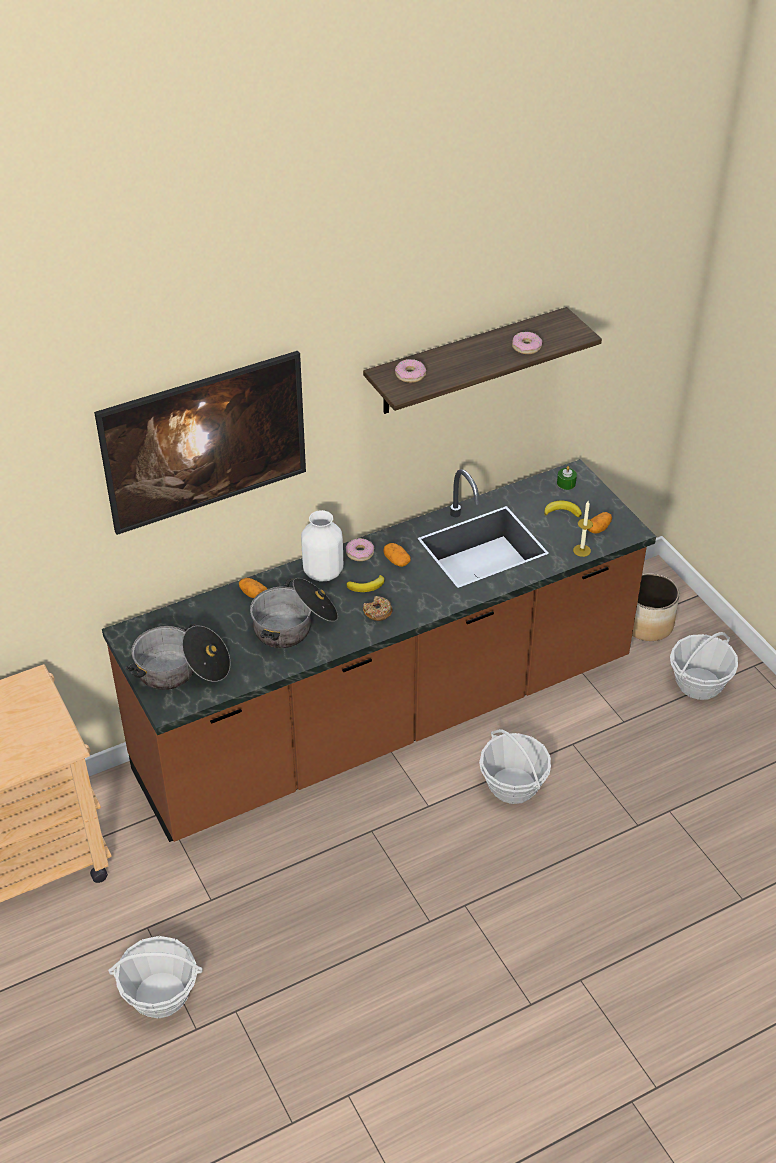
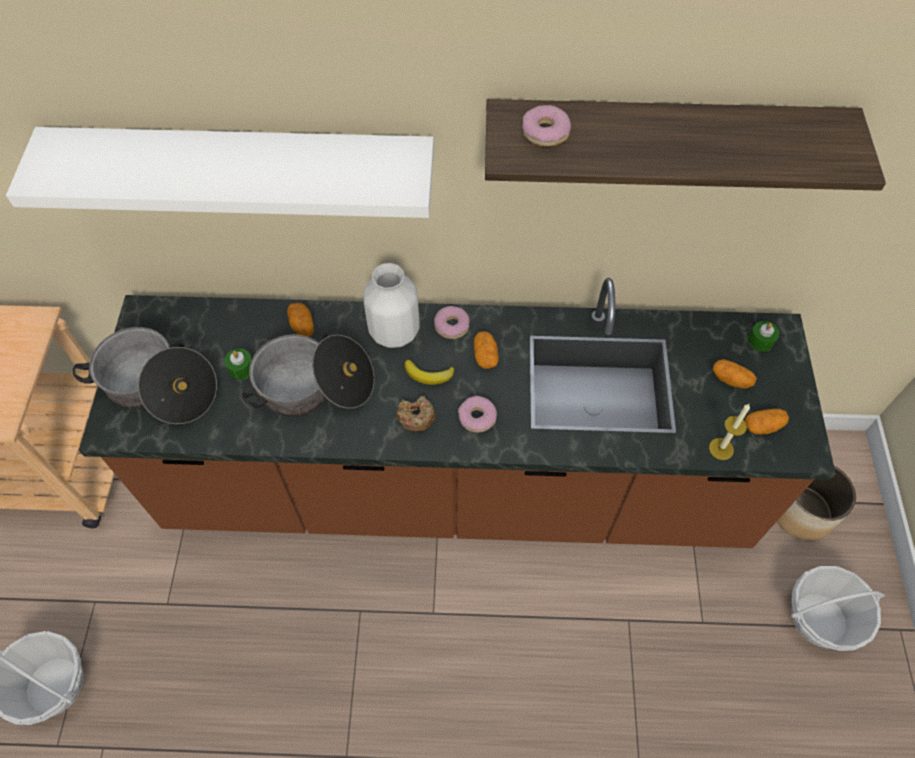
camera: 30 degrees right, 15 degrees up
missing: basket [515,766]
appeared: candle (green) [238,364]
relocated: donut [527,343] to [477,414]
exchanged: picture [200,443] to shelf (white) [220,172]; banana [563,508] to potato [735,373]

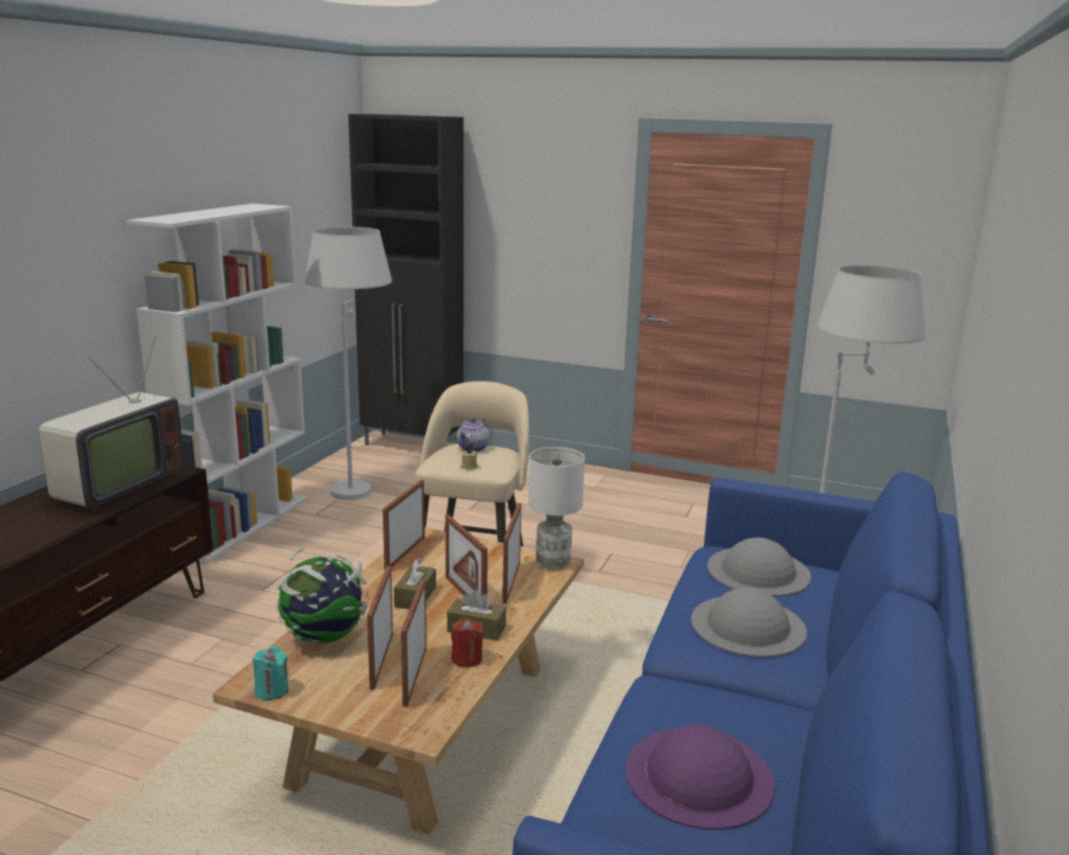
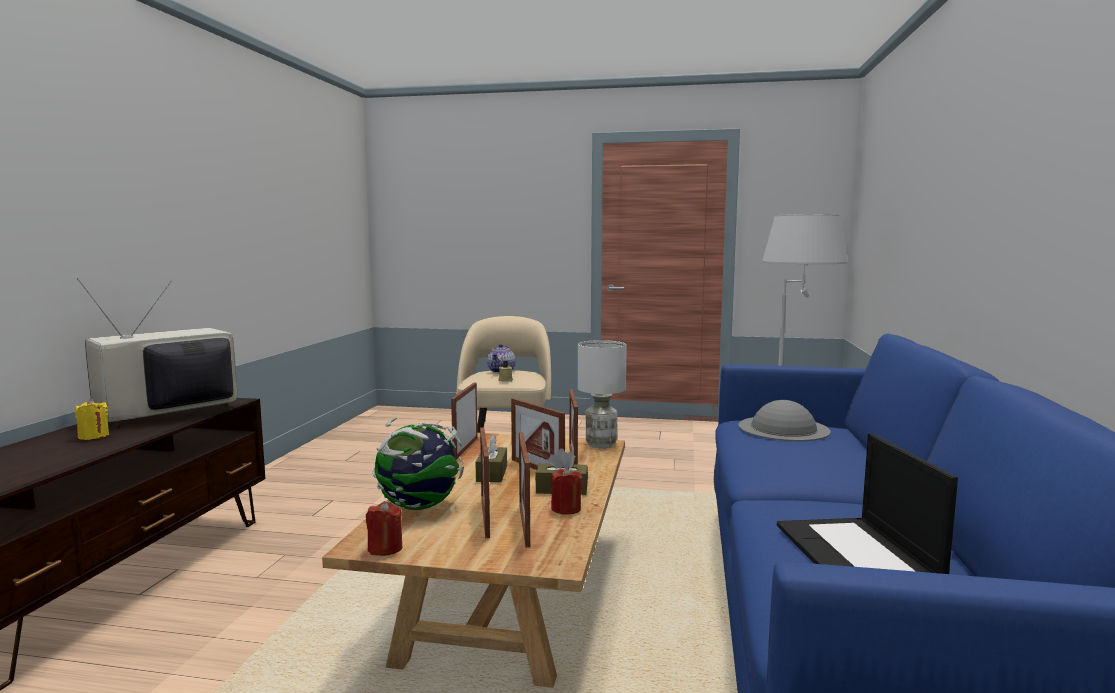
camera: 10 degrees left, 10 degrees down
missing: bookcase (white) [217,384]; floor lamp (white) [348,363]; cabinet (black) [406,280]; hat (grey) [749,622]
appeared: candle (yellow) [92,419]
exchanged: hat (purple) [700,777] to laptop [867,503]
colour: candle (turquoise) [270,673] to candle (red) [384,528]
spun: television [111,424] = [157,353] 150 degrees counterclockwise

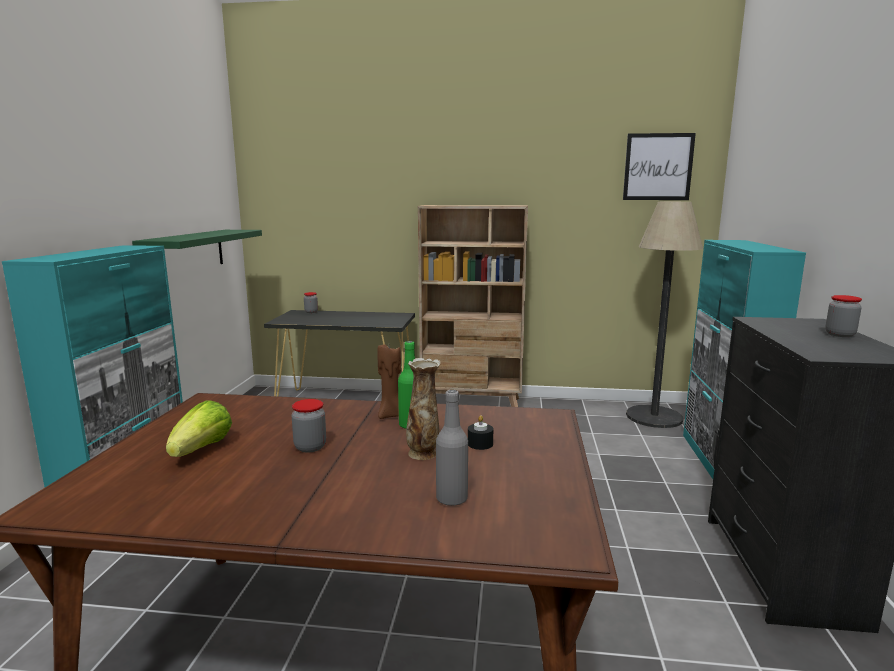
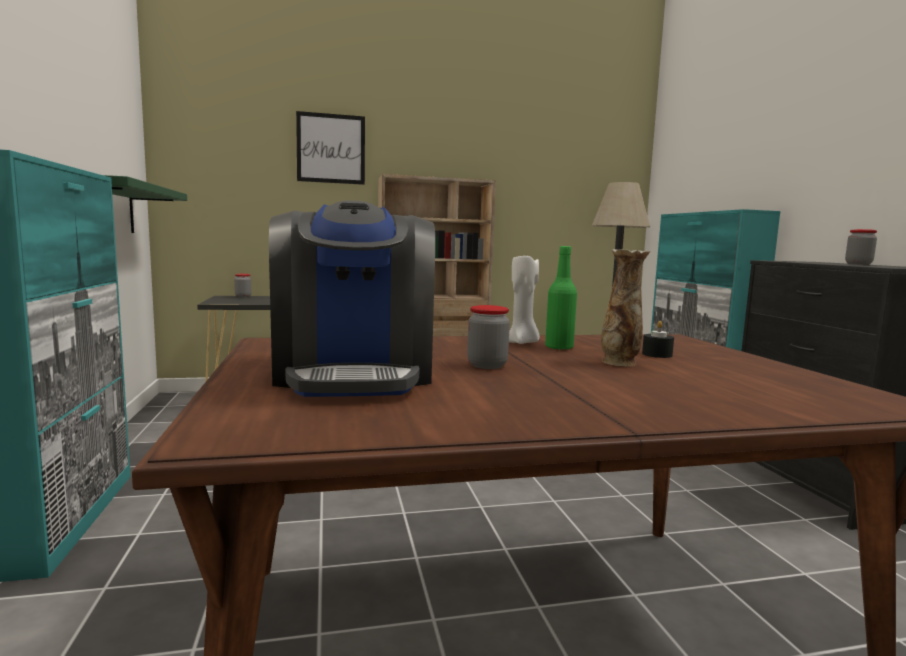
camera: 20 degrees left, 5 degrees down
missing: bottle (grey) [452,448]
relocated: picture [659,166] to [330,148]
exchanged: lettuce [199,428] to coffee machine [352,299]
colour: candle (brown) [389,381] to candle (white) [524,300]

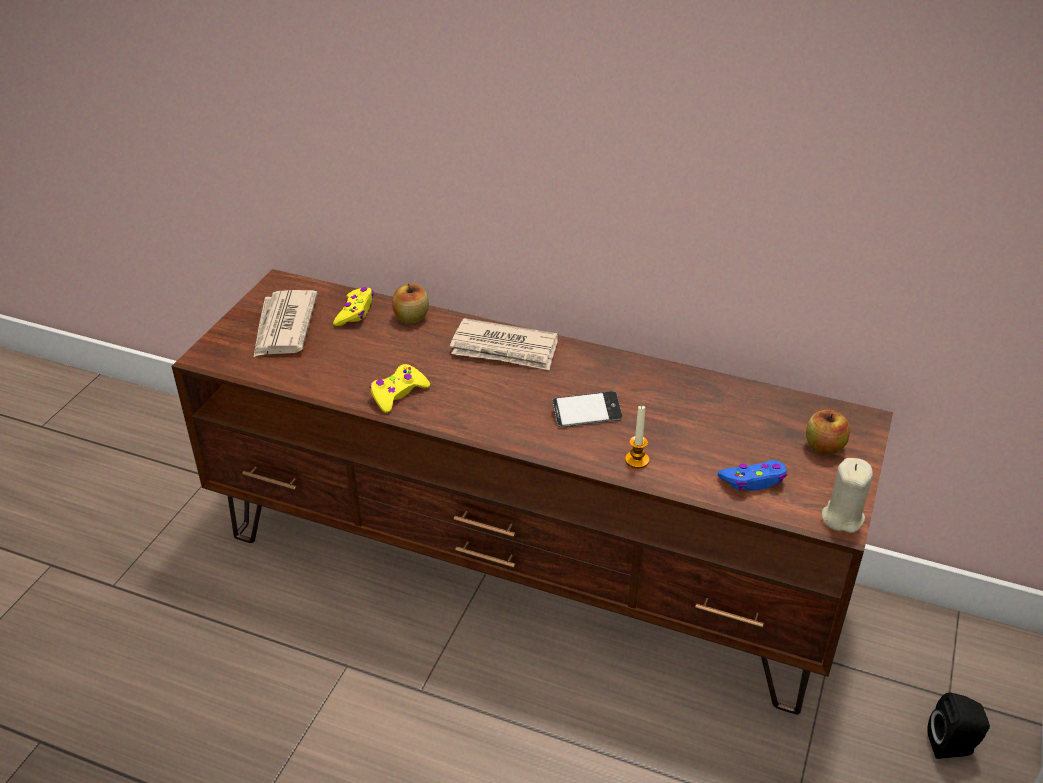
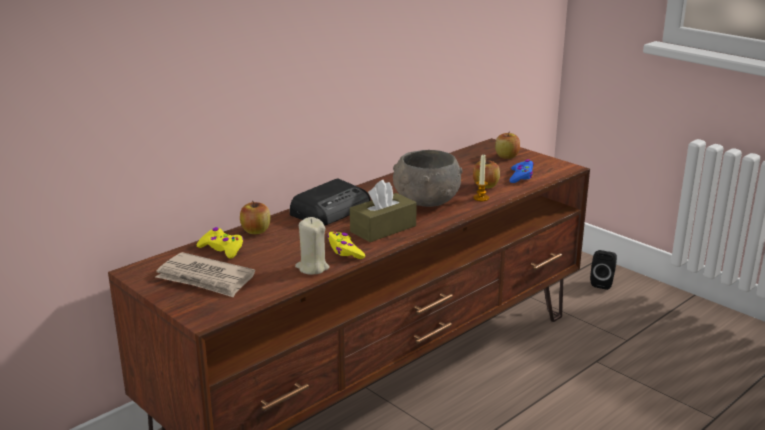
camera: 65 degrees left, 15 degrees down
appeared: tissue box (brown) [383,211]; apple [486,174]
relocated: candle (beige) [847,495] to [312,246]
exchanged: newspaper [504,344] to radio [330,202]; phone [587,409] to bowl (grey) [428,178]

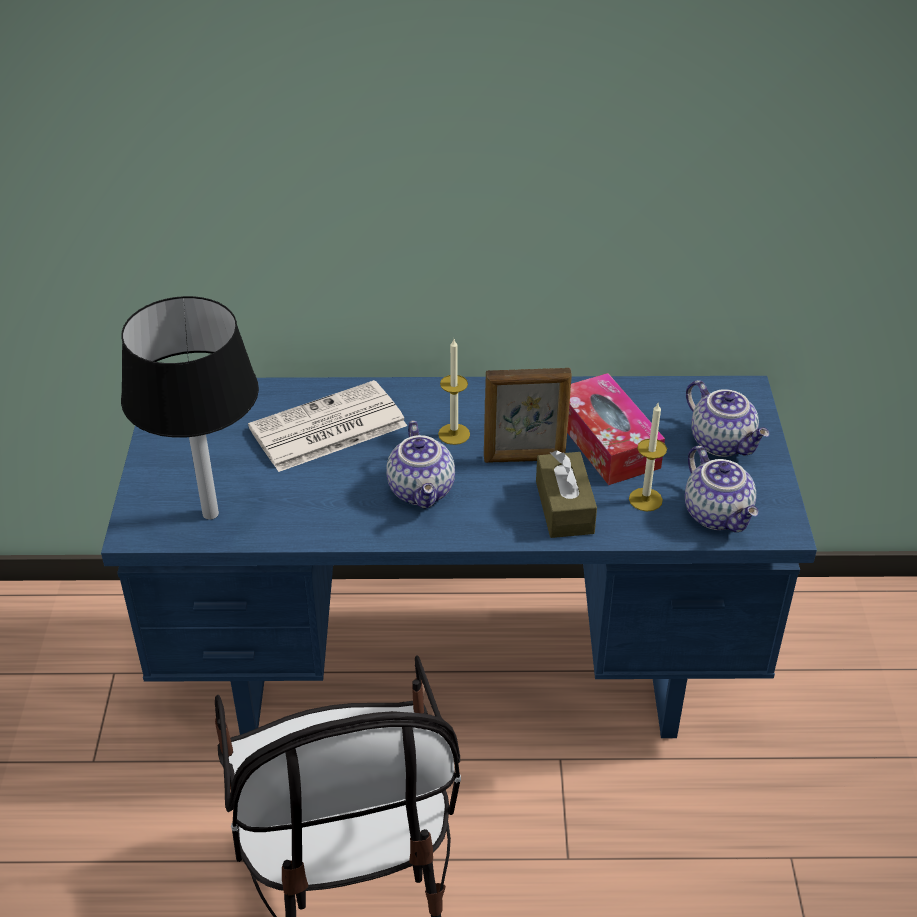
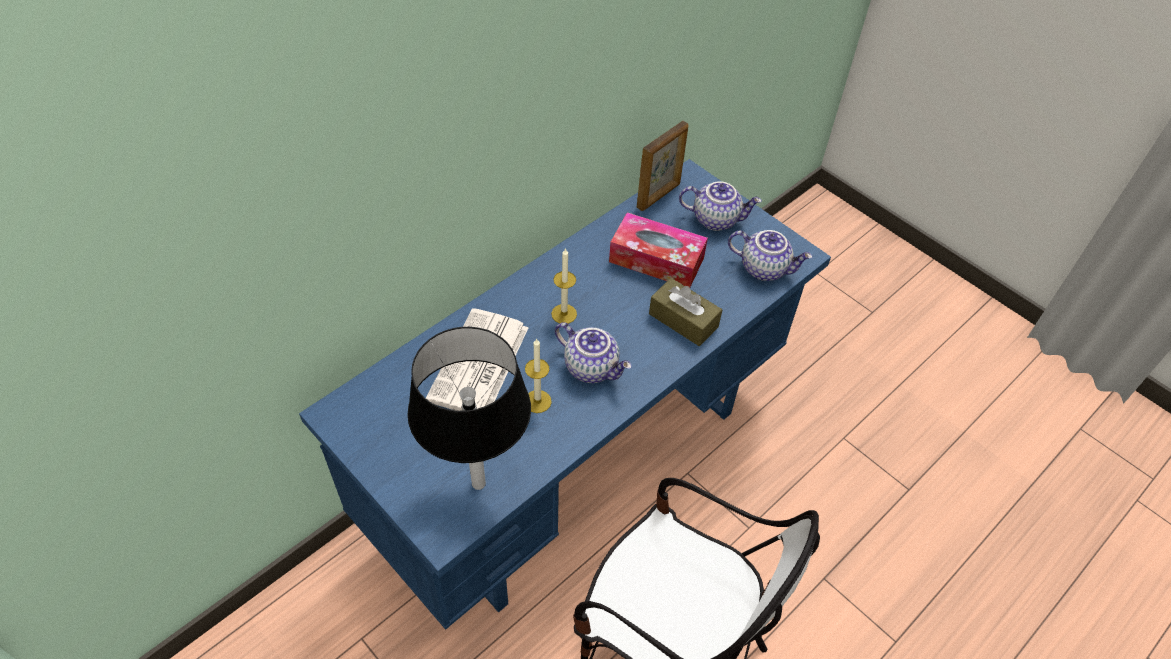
camera: 45 degrees left, 10 degrees up
relocated: picture frame [528,415] to [662,166]; candle [648,457] to [538,375]

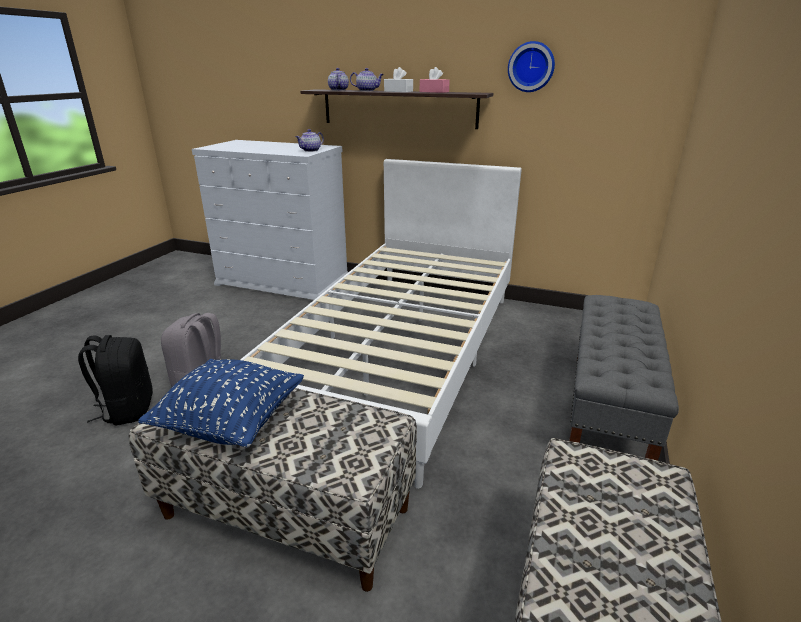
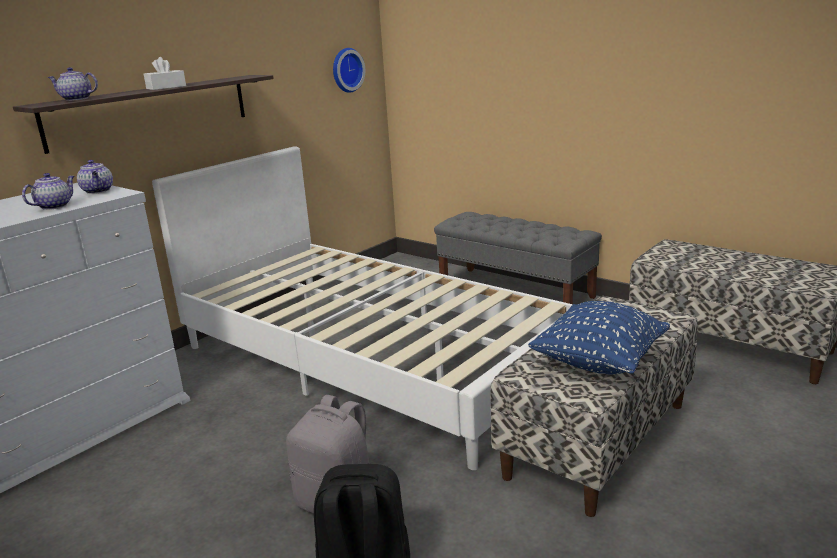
camera: 70 degrees left, 5 degrees down
missing: tissue box (pink) [435,80]
relocated: teapot [367,79] to [48,191]; wall clock [531,66] to [349,70]

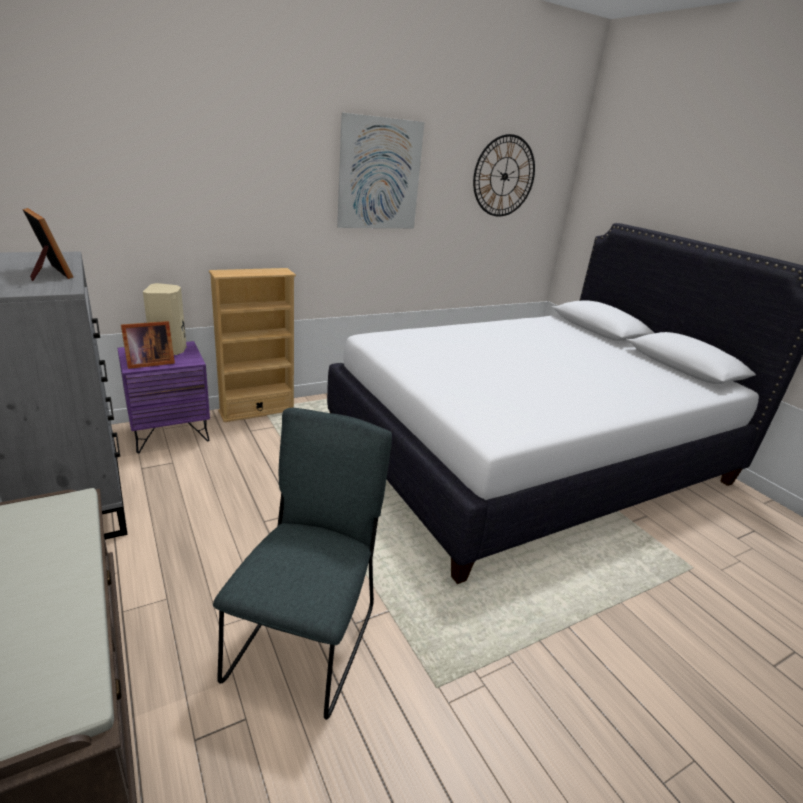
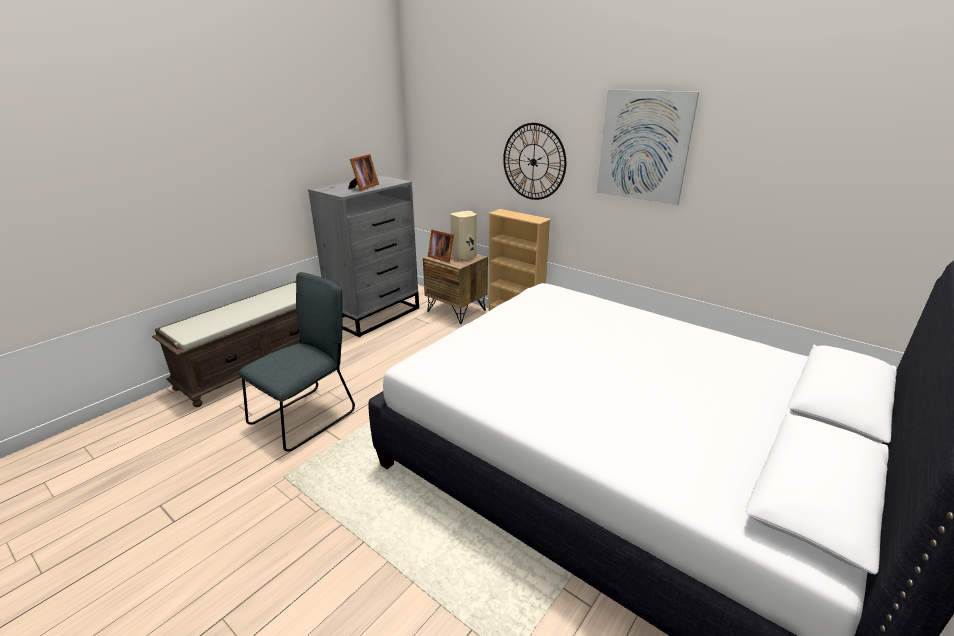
camera: 70 degrees right, 0 degrees up
relocated: wall clock [504,175] to [534,161]
colour: nightstand (purple) [163,397] to nightstand (brown) [455,289]
spun: chair (grey) [302,564] = [296,362] 45 degrees counterclockwise

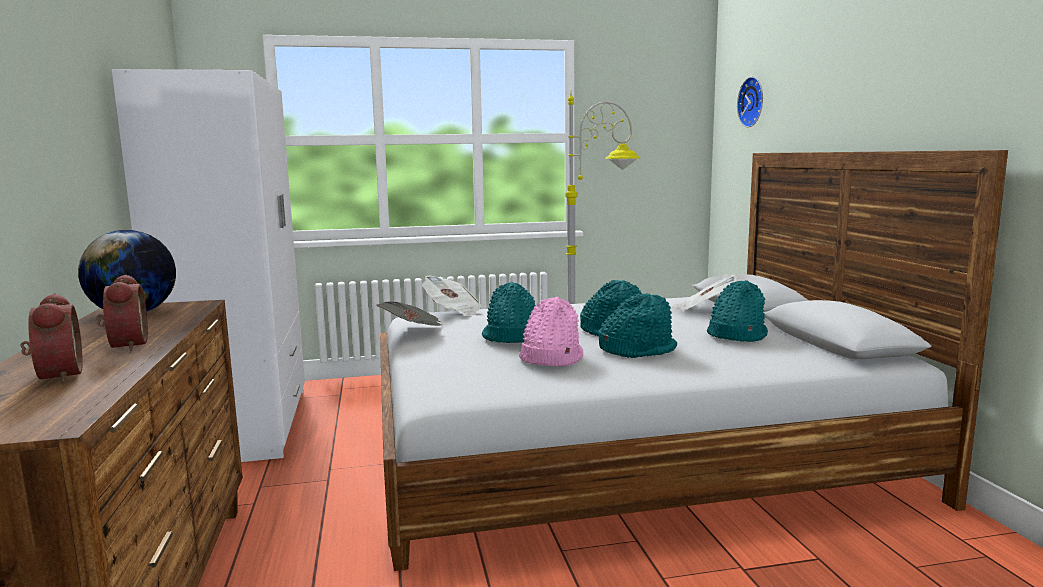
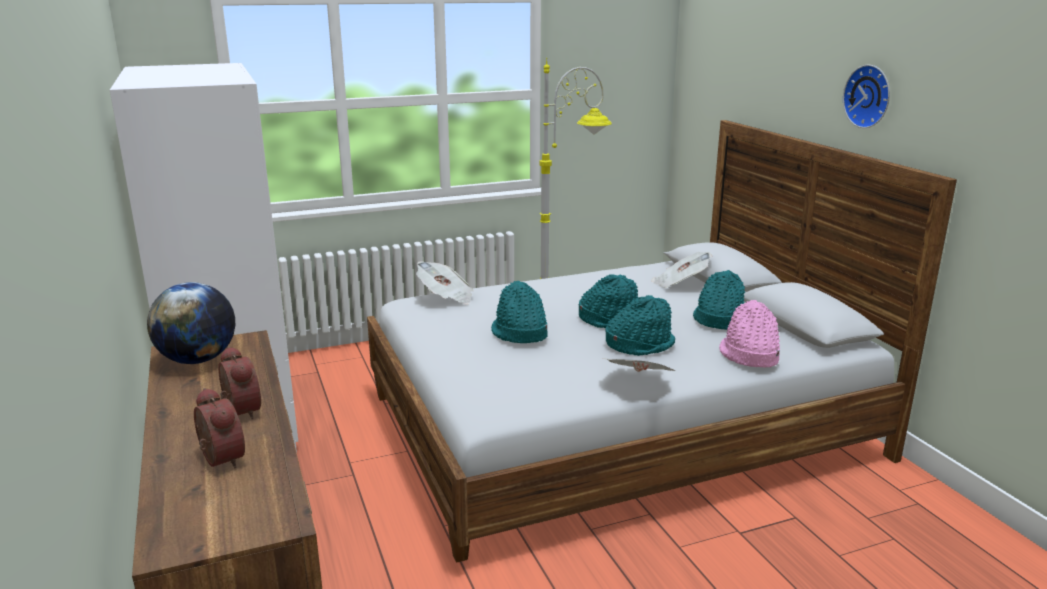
camera: 10 degrees left, 10 degrees up
relocated: newspaper [408,314] to [638,365]; hat (pink) [551,331] to [749,333]; wall clock [750,102] to [866,96]

